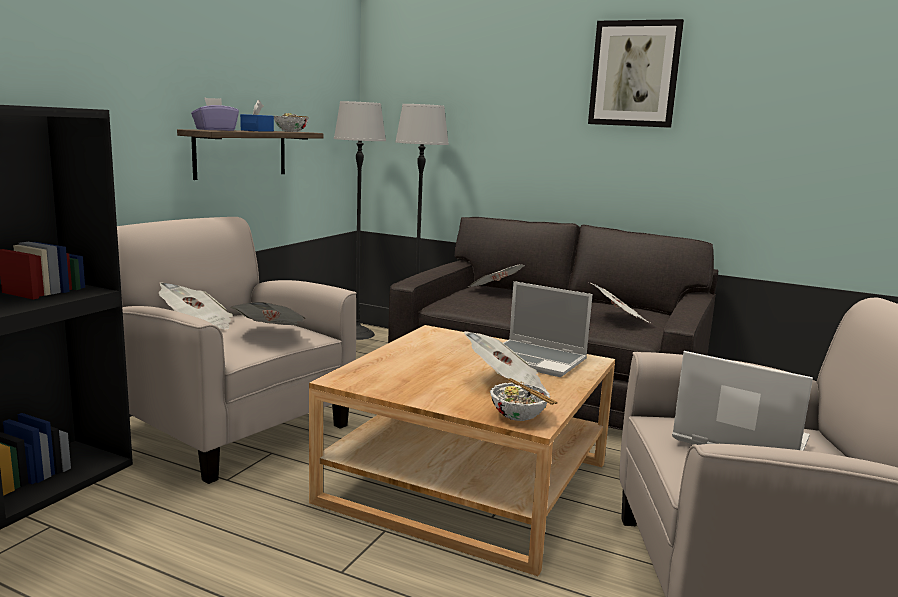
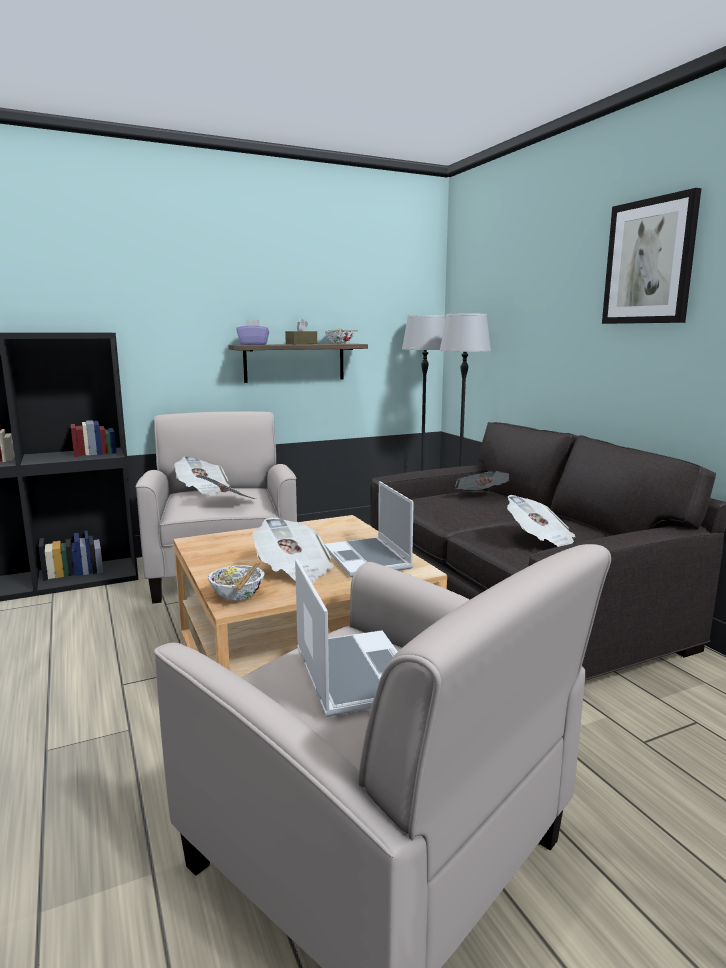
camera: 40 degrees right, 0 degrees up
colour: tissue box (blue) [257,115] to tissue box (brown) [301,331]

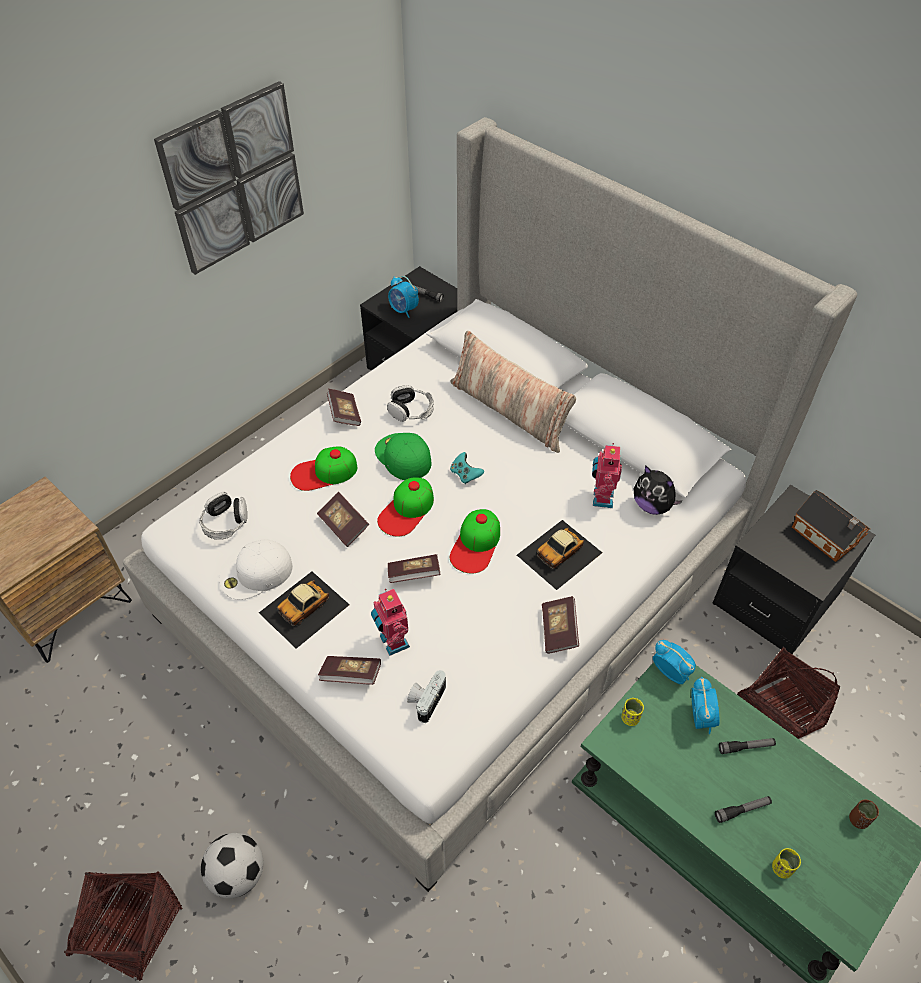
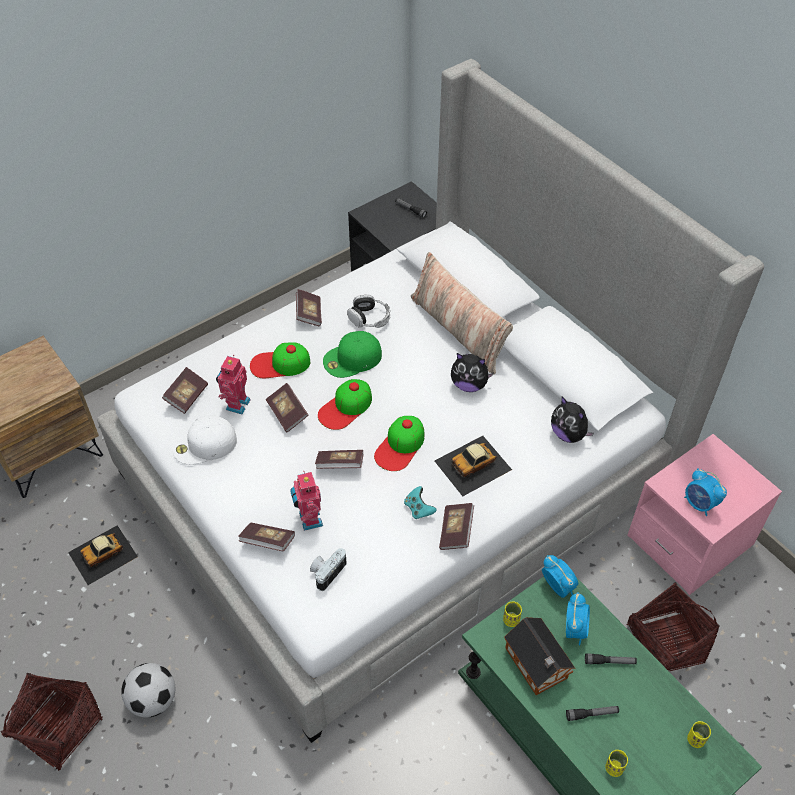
camera: 10 degrees right, 0 degrees up
missing: picture [229,178]
appeared: plush toy [472,372]
relocated: toy car [304,610] to [103,555]; alarm clock [403,297] to [705,492]; game controller (turquoise) [467,468] to [420,502]; toy robot [607,475] to [233,384]; toy house [831,526] to [539,656]
exchanged: headphones [223,516] to book [185,390]
colour: nightstand (black) [793,569] to nightstand (pink) [704,514]; cup (brown) [864,814] to cup (yellow) [699,734]
spun: cap (green) [403,456] = [352,354] 90 degrees counterclockwise

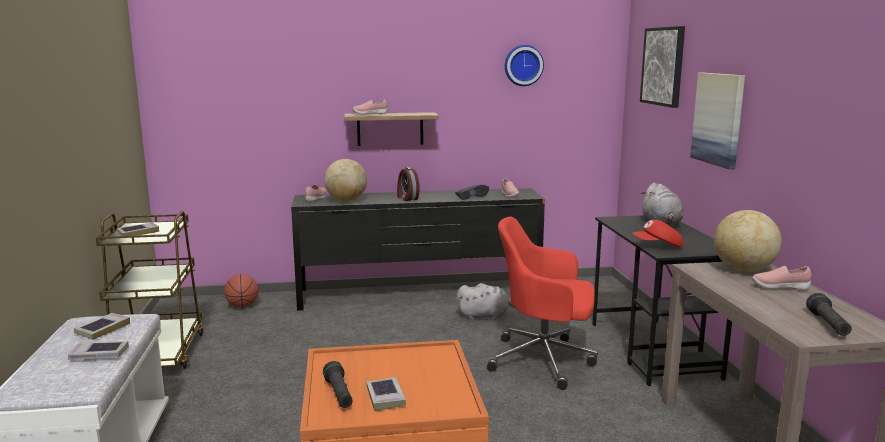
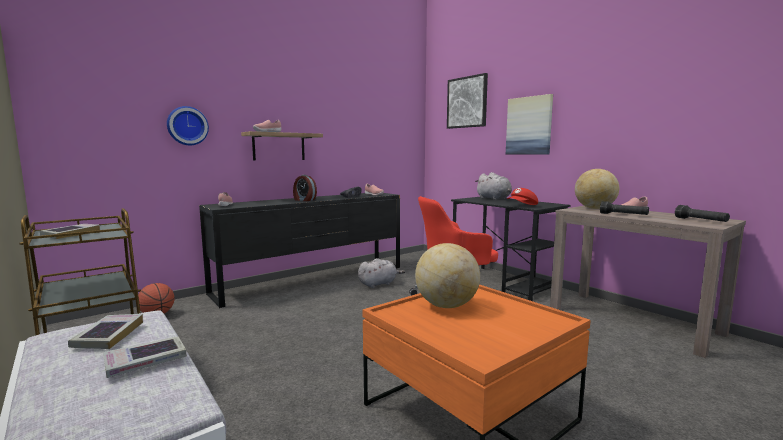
camera: 30 degrees left, 5 degrees down
missing: book [386,394]
relocated: flashlight (black) [338,384] to [624,208]; globe [345,180] to [447,275]; wall clock [524,65] to [188,125]

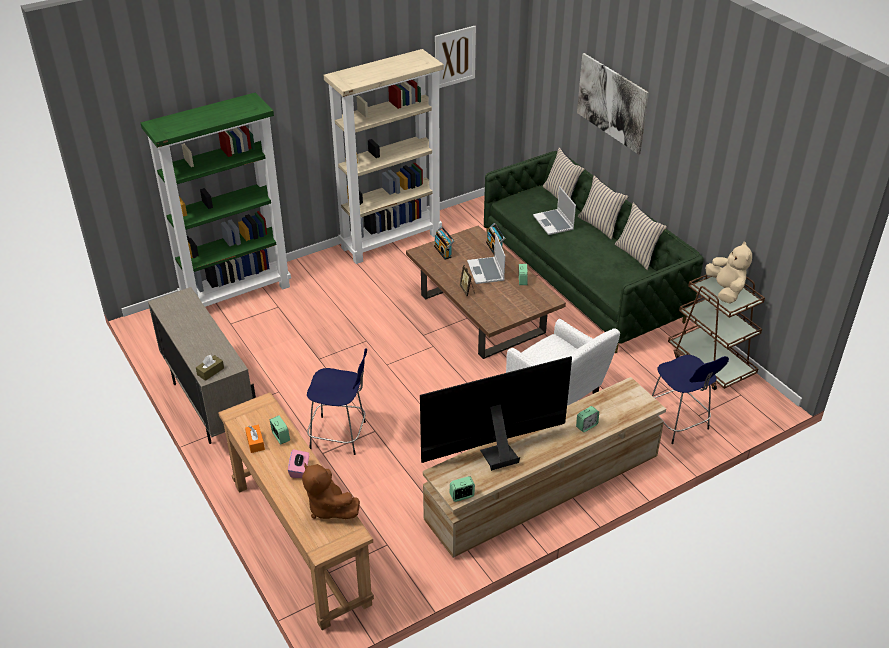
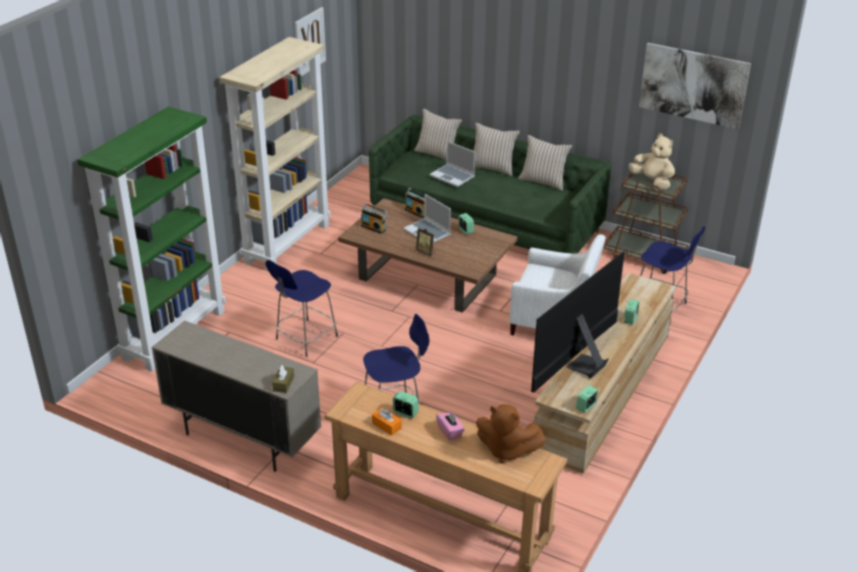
camera: 30 degrees left, 5 degrees down
appeared: stool (blue) [302,308]
relocated: picture [613,104] to [695,86]

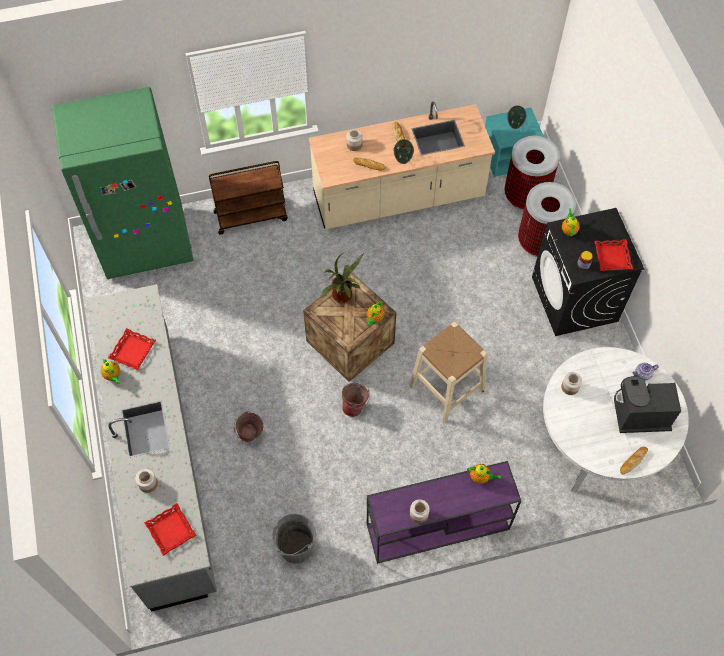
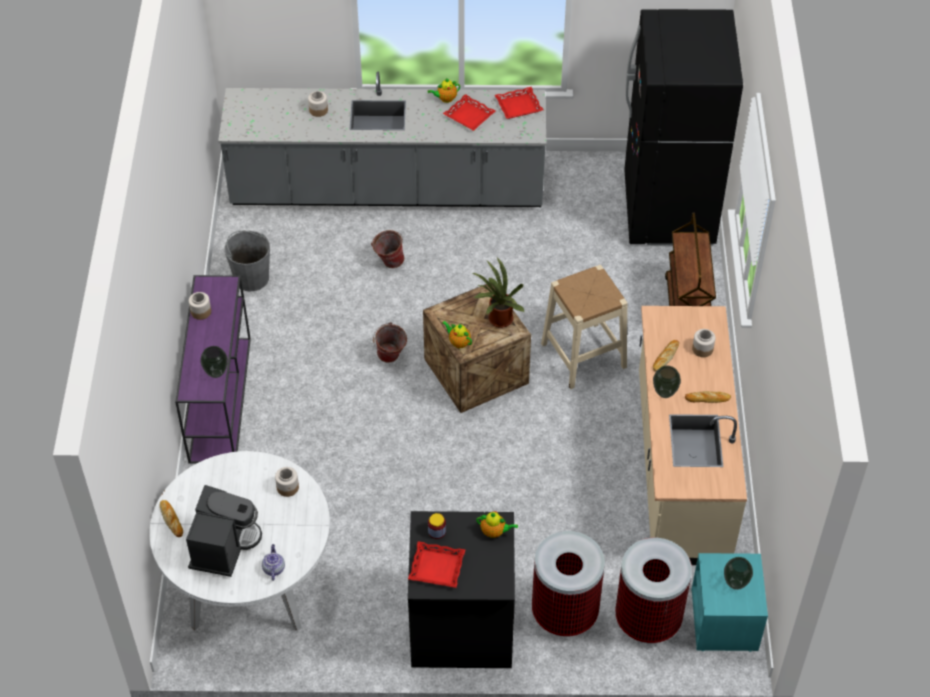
camera: 105 degrees right, 10 degrees down
relocated: tray (red) [170,529] to [519,103]; stool (beige) [448,372] to [584,327]
exchanged: teapot [484,474] to vase [214,362]
colour: fridge (green) [123,183] to fridge (black) [683,127]

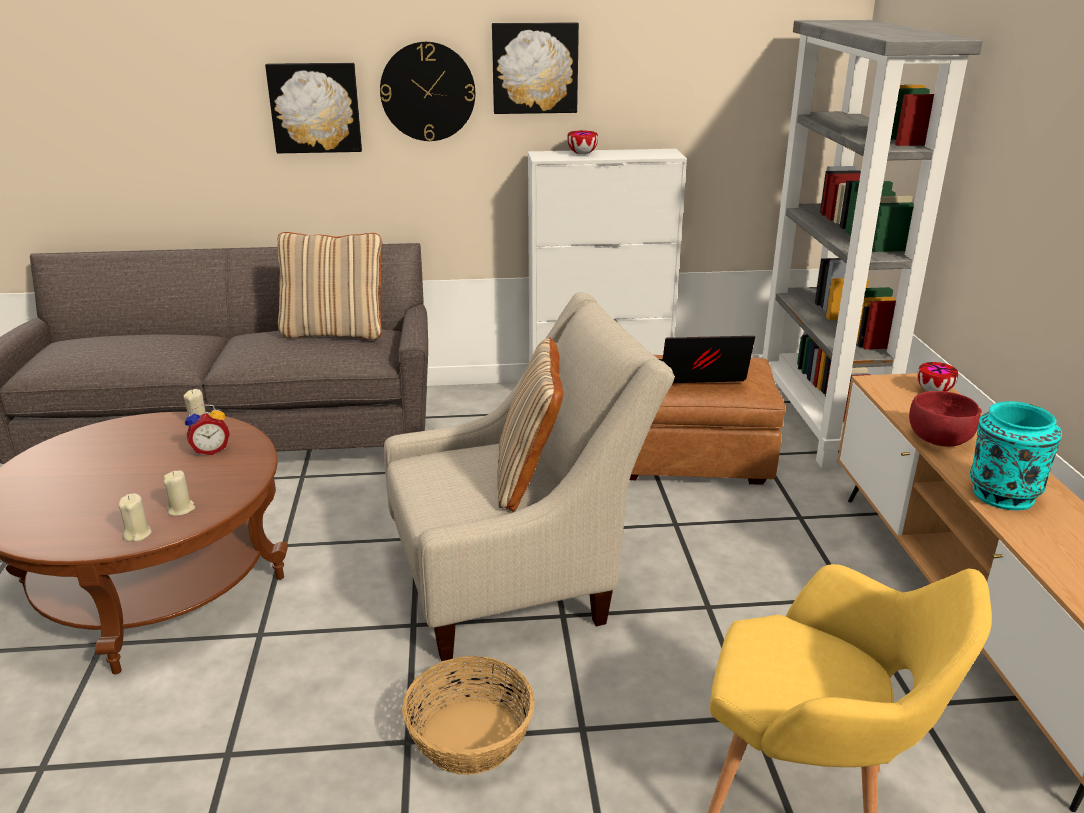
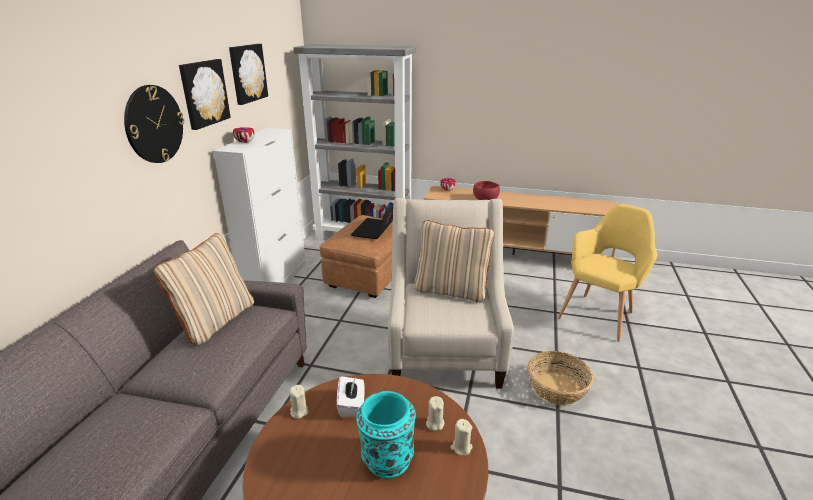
camera: 70 degrees left, 0 degrees up
relocated: picture [313,108] to [248,74]; vase (turquoise) [1016,455] to [386,434]
exchanged: alarm clock [207,429] to tissue box (white) [350,397]

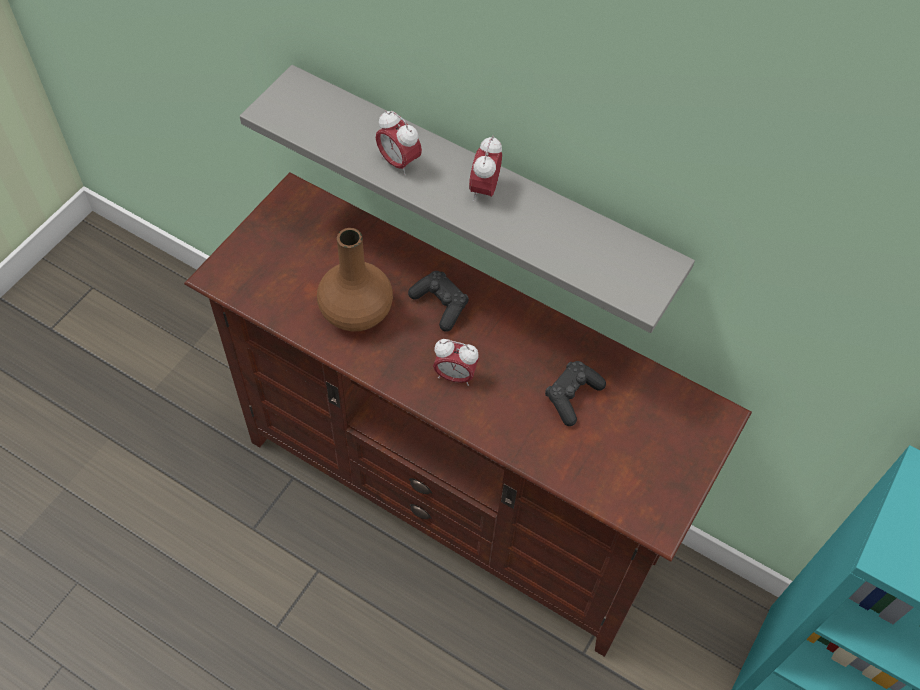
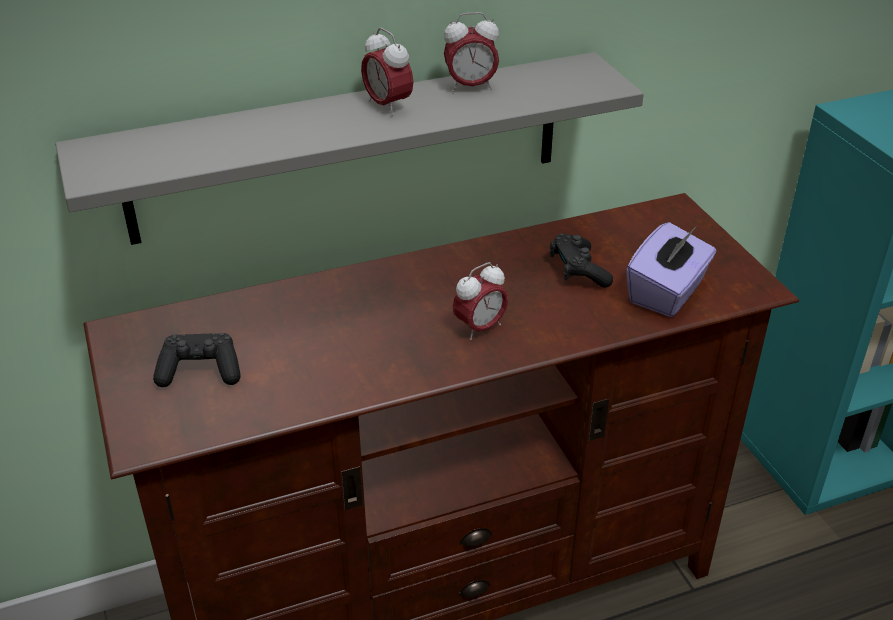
camera: 50 degrees left, 20 degrees down
missing: vase (brown) [355,280]
appeared: tissue box (purple) [671,269]
relocated: alarm clock [399,143] to [471,52]; game controller (black) [438,301] to [196,360]

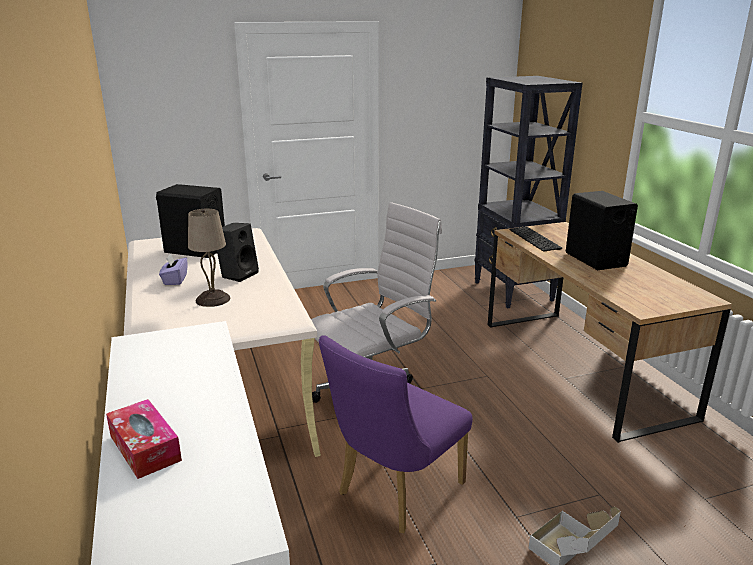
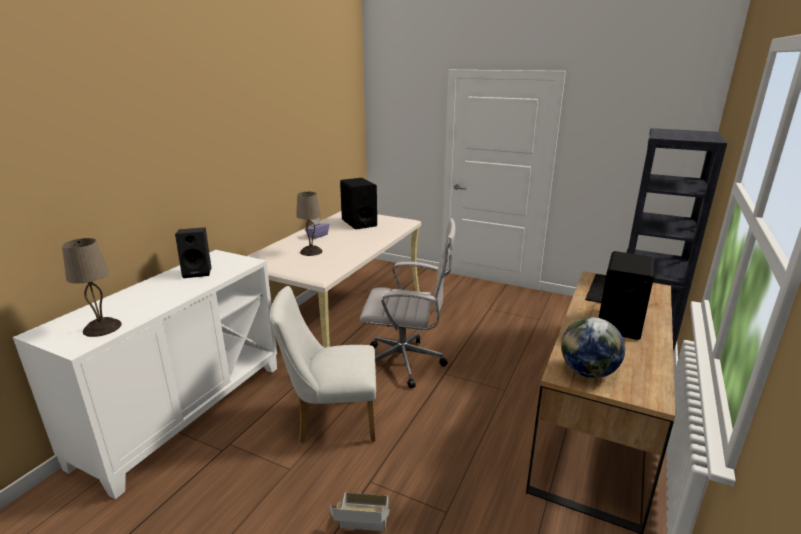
camera: 45 degrees right, 0 degrees up
missing: tissue box [144,439]
appeared: table lamp (beige) [92,287]; globe [593,347]
relocated: speaker (black) [238,252] to [193,252]
colour: chair (purple) [396,434] to chair (white) [323,364]

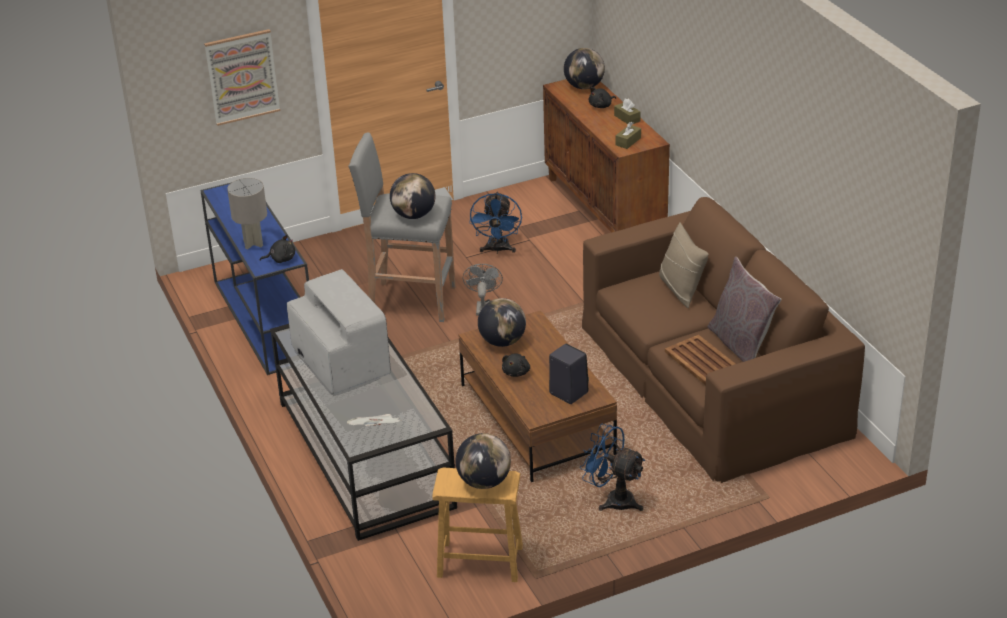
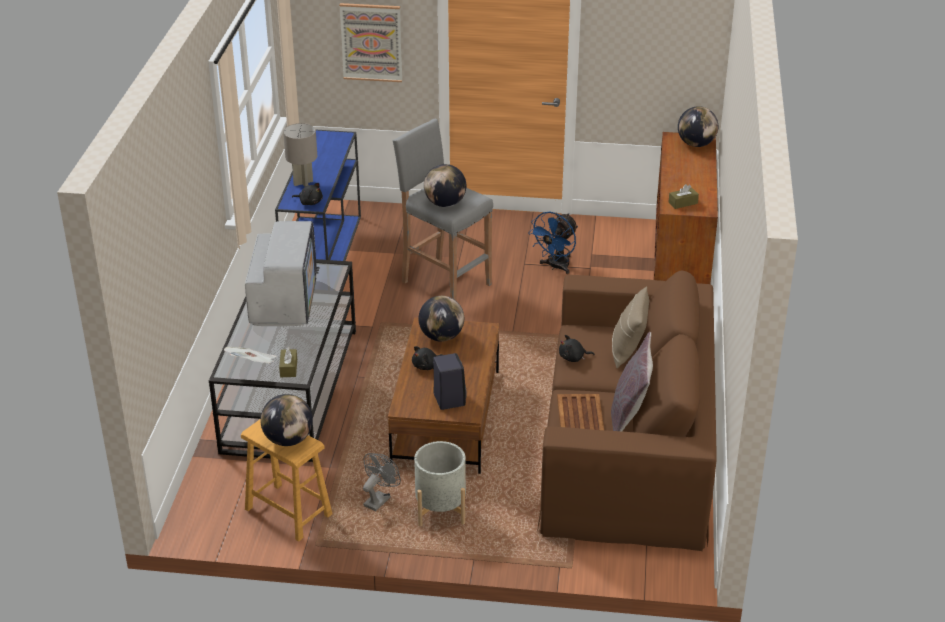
camera: 30 degrees right, 0 degrees up
relocated: fan (grey) [483,289] to [382,482]; plush toy (black) [602,97] to [577,348]; tissue box (brown) [627,111] to [288,362]
exchanged: fan (blue) [613,467] to planter (grey) [440,483]

